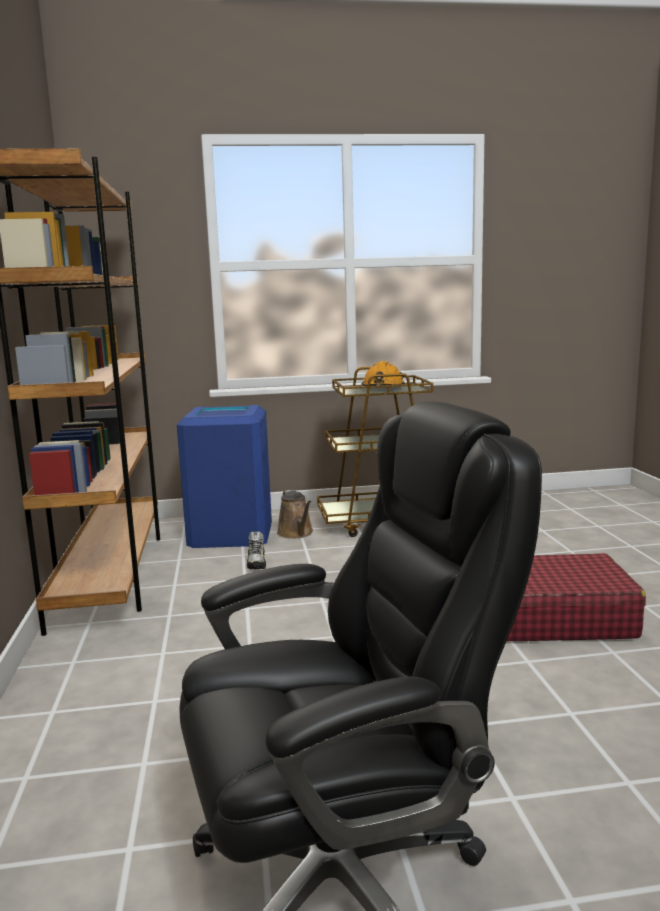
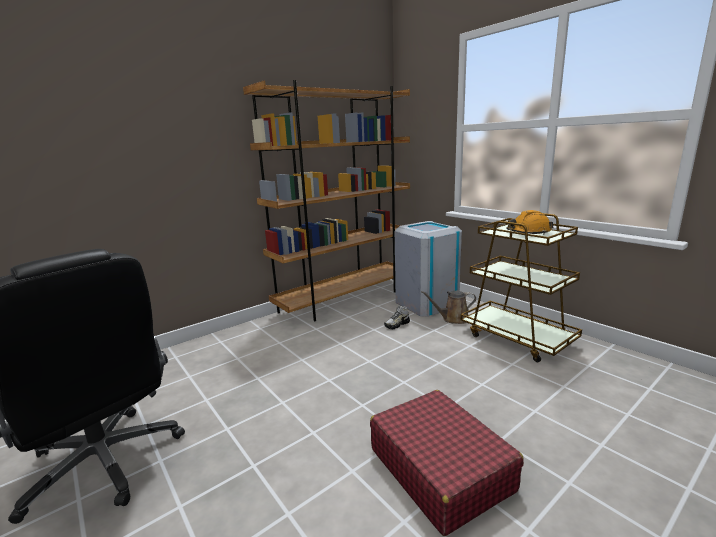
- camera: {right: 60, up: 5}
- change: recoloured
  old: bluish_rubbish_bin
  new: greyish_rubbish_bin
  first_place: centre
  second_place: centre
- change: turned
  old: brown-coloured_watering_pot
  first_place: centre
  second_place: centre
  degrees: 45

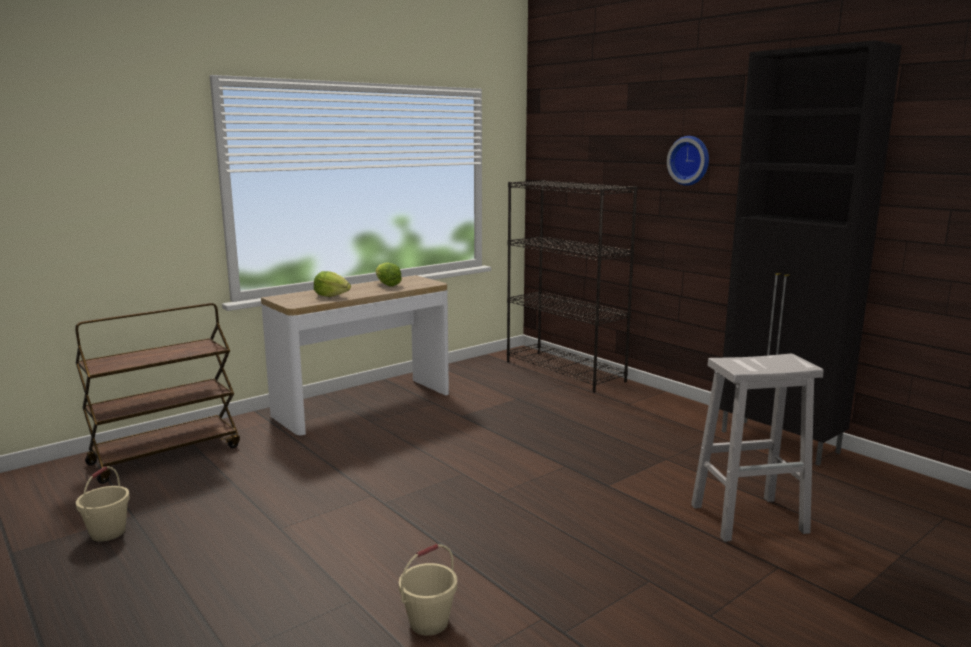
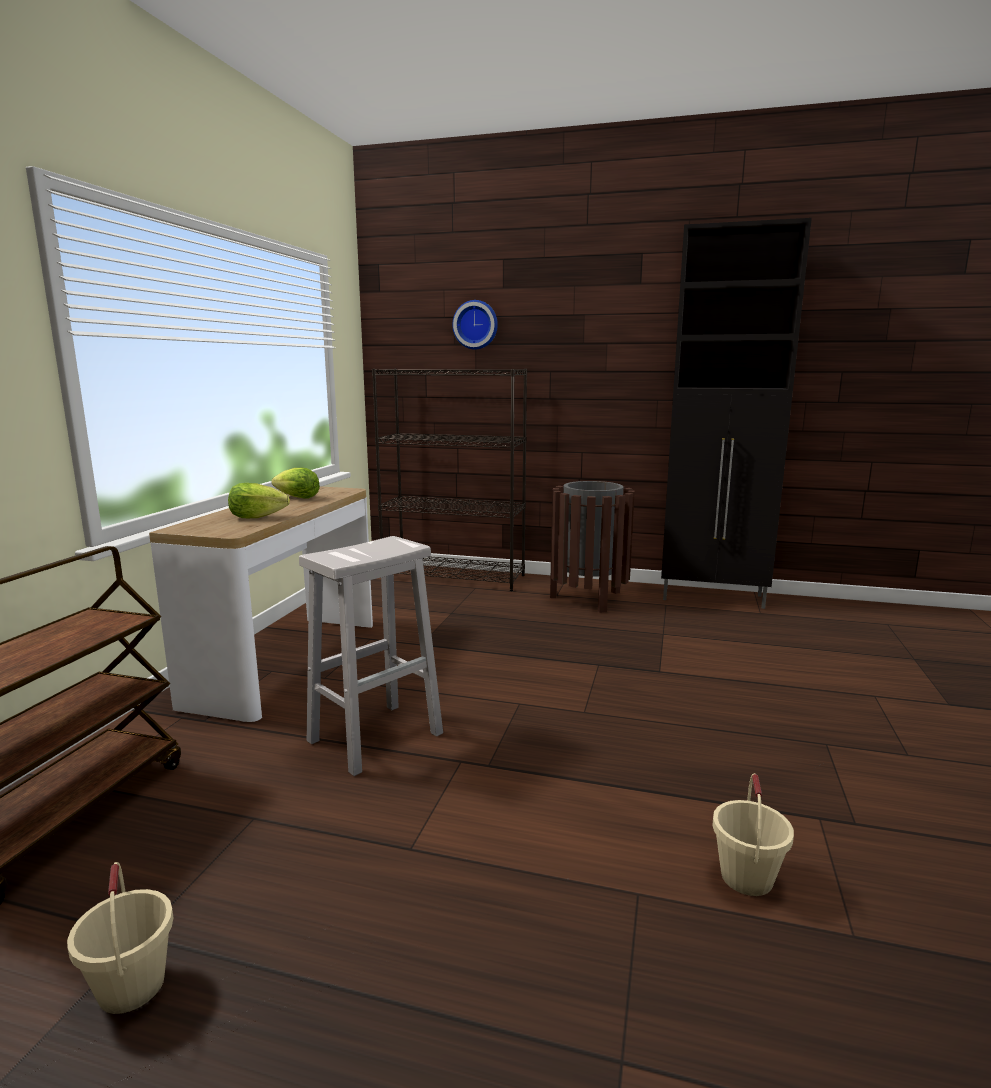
- camera: {right: -35, up: 0}
- change: added
  new: brown-coloured_rubbish_bin
  second_place: centre
- change: moved
  old: hanging_clock
  first_place: top right
  second_place: top centre
- change: moved
  old: white-coloured_stool
  first_place: bottom right
  second_place: centre

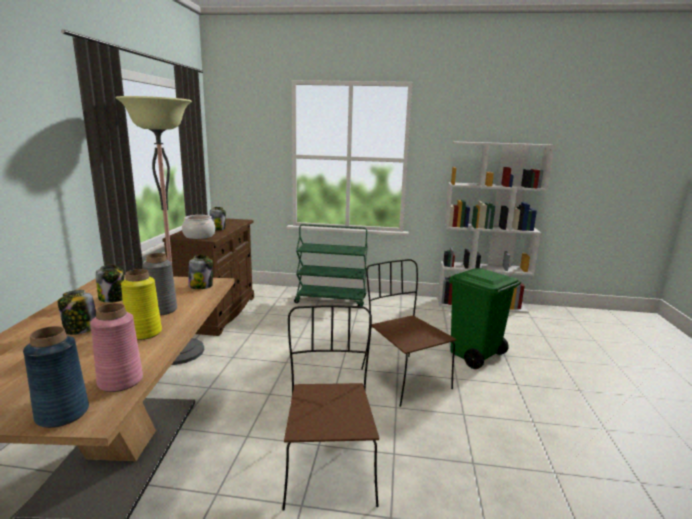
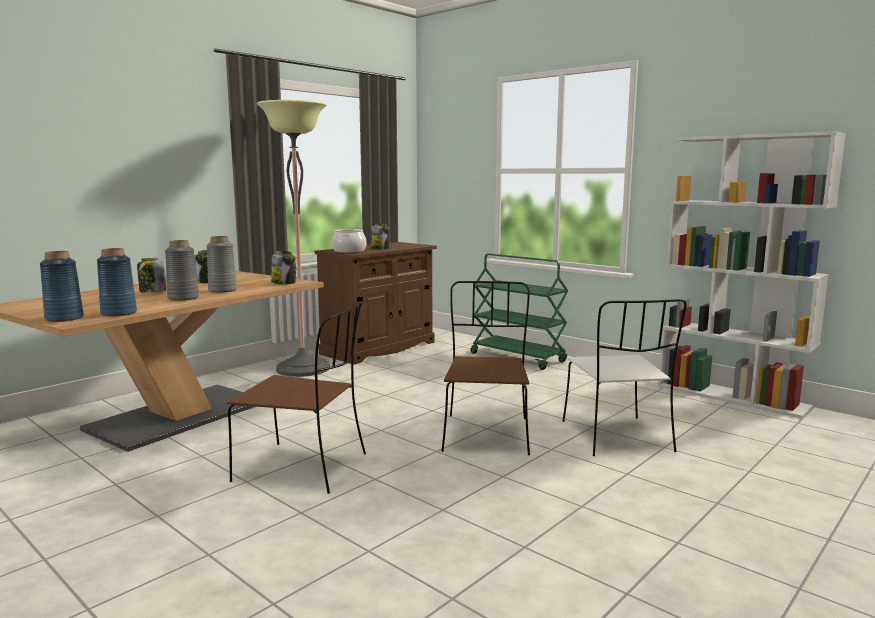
- camera: {right: 35, up: -5}
- change: replaced
  old: green-coloured_rubbish_bin
  new: white-coloured_plain_chair
  first_place: middle right
  second_place: middle right
- change: recoloured
  old: pink-coloured_flower_vase
  new: bluish_flower_vase (2nd from left)
  first_place: bottom left
  second_place: middle left
- change: recoloured
  old: yellow-coloured_flower_vase
  new: greyish_flower_vase (1st from left)
  first_place: middle left
  second_place: middle left
- change: turned
  old: brown-coloured_plain_chair (1st from left)
  first_place: bottom centre
  second_place: centre
  degrees: 75

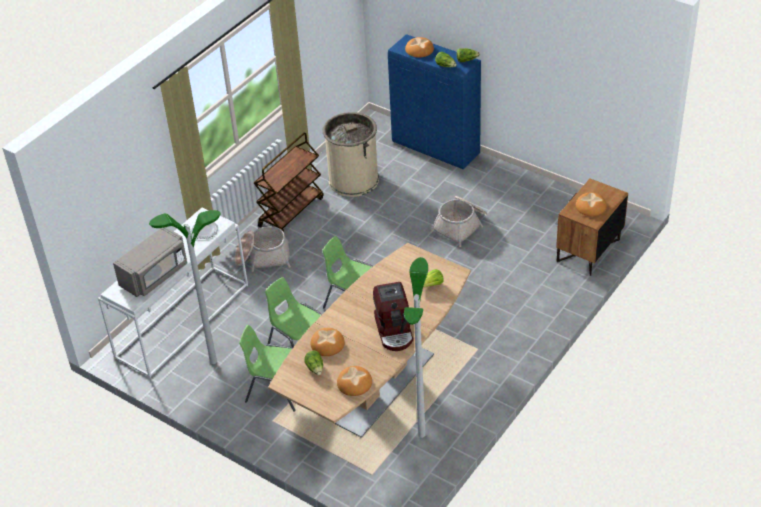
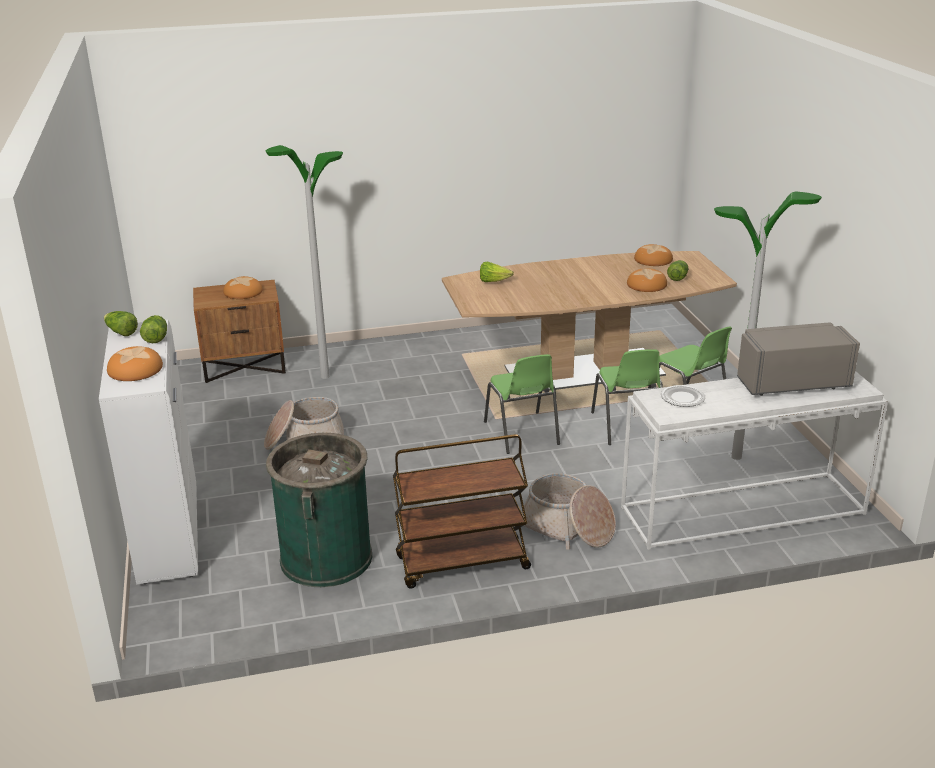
- camera: {right: -140, up: -15}
- change: removed
  old: coffee_brewer
  first_place: centre
- change: moved
  old: standing_lamp (2nd from left in the first image)
  new: standing_lamp (1st from left)
  first_place: bottom centre
  second_place: middle left
- change: recoloured
  old: sand-coloured_rubbish_bin
  new: green-coloured_rubbish_bin
  first_place: top centre
  second_place: centre
- change: recoloured
  old: bluish_storage_cabinet
  new: white-coloured_storage_cabinet
  first_place: top centre
  second_place: middle left

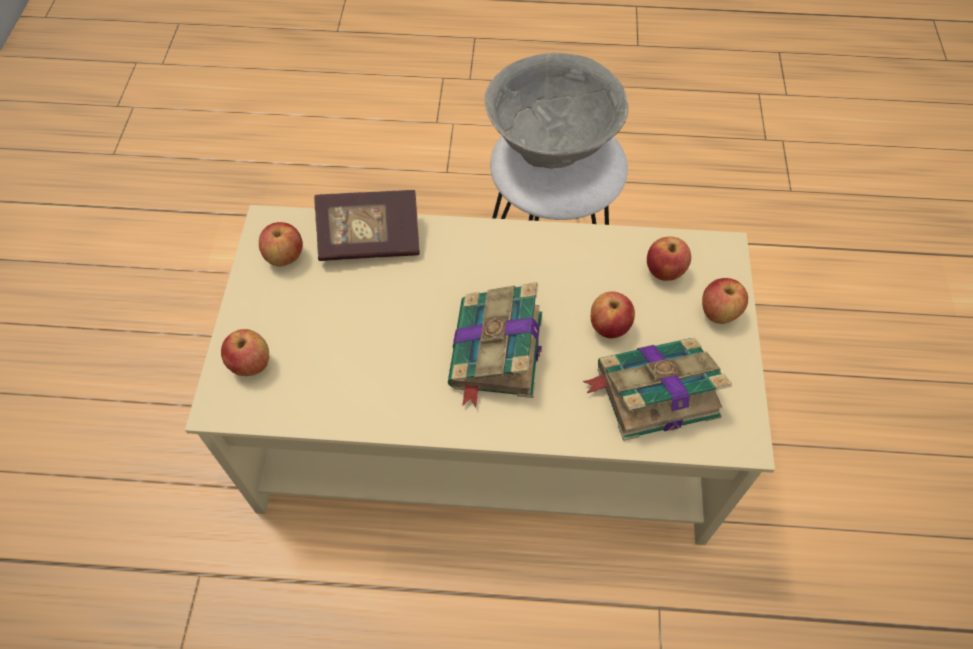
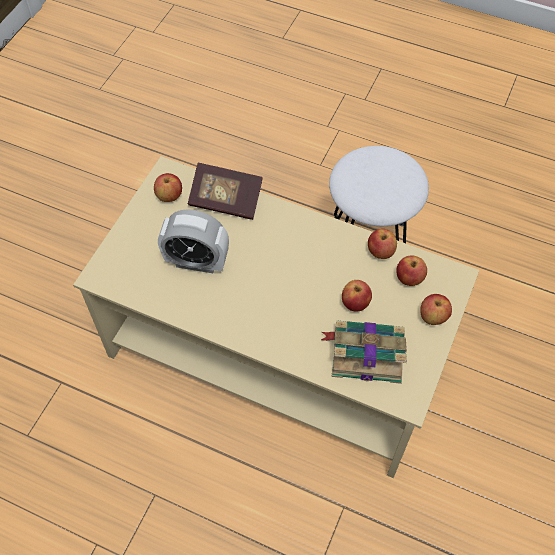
- camera: {right: 20, up: 0}
- change: removed
  old: bound_book (2nd from left)
  first_place: centre
- change: removed
  old: greyish_bowl
  first_place: top centre
- change: added
  new: table_clock
  second_place: centre
- change: moved
  old: apple_fruit (1st from left in the first image)
  new: apple_fruit (3rd from left)
  first_place: middle left
  second_place: middle right

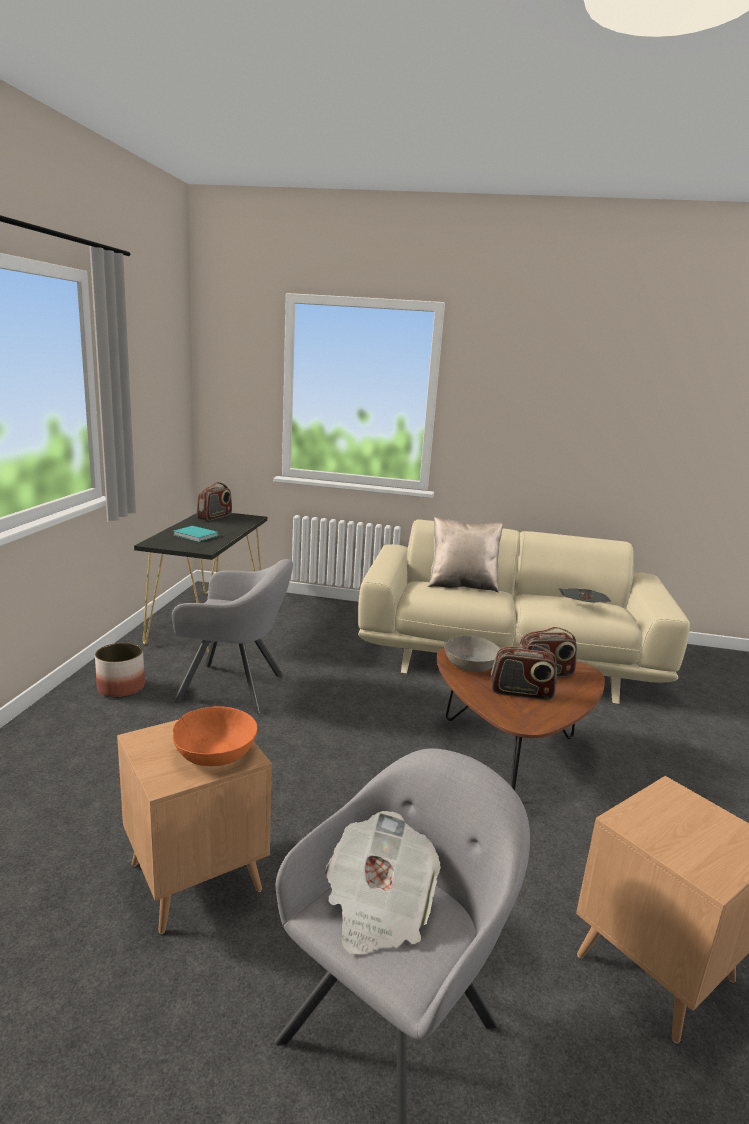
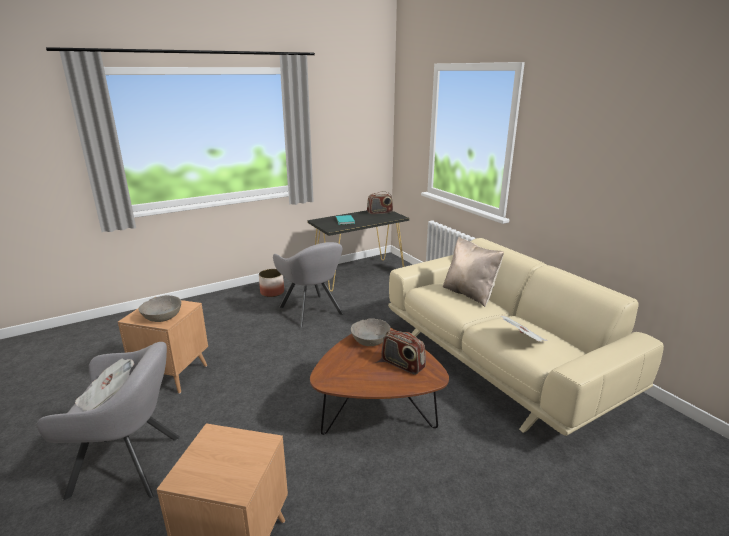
- camera: {right: 50, up: 5}
- change: removed
  old: radio_receiver (2nd from left)
  first_place: middle right
- change: recoloured
  old: orangey_bowl
  new: greyish_bowl (1st from left)
  first_place: middle left
  second_place: middle left

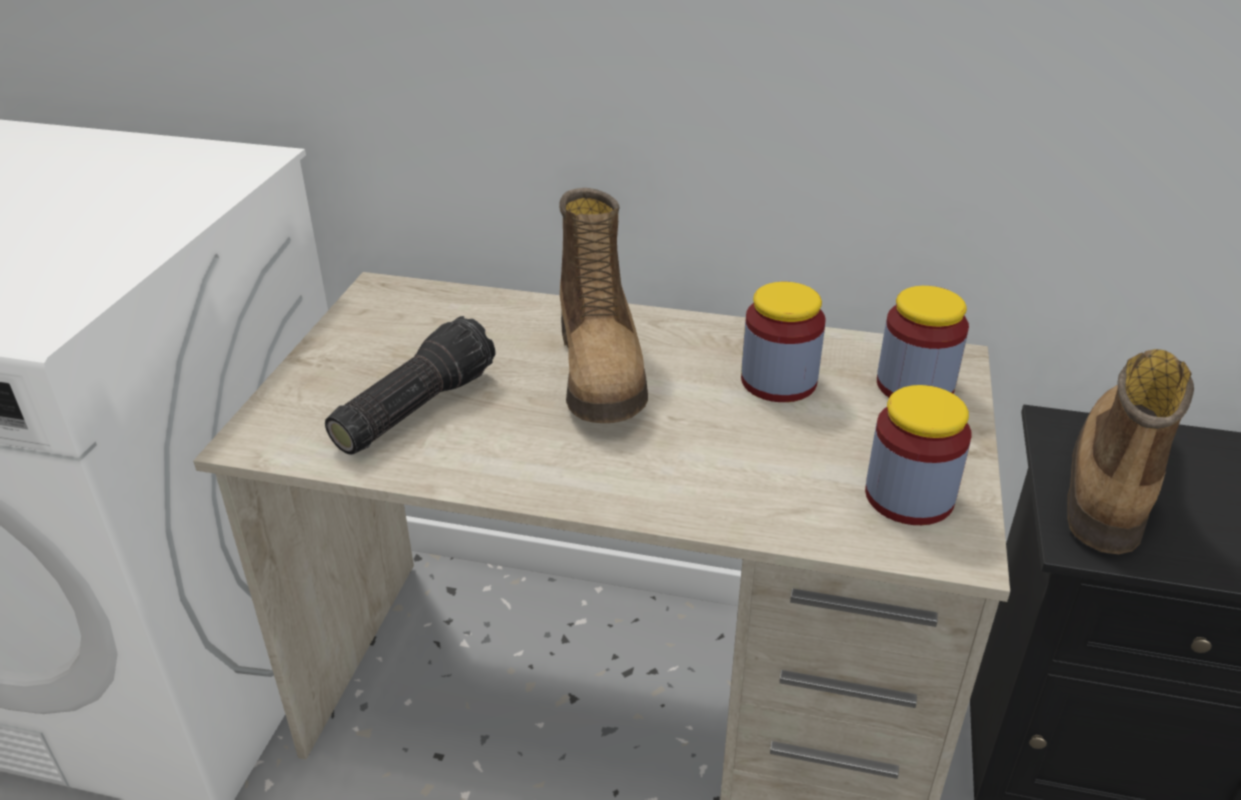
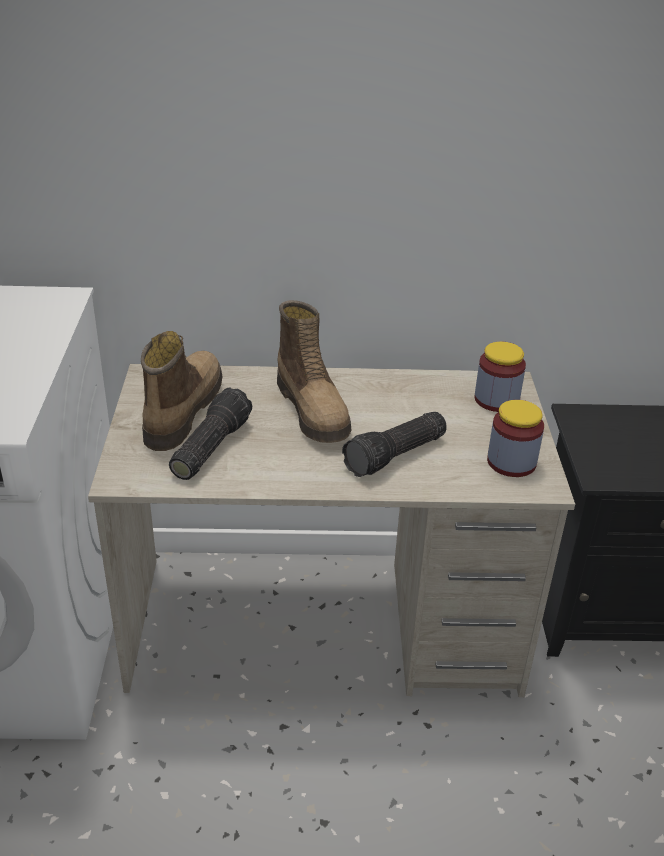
- camera: {right: -15, up: 0}
- change: removed
  old: jar (1st from left)
  first_place: centre
- change: added
  new: torch (2nd from left)
  second_place: centre
- change: moved
  old: boot (2nd from left in the first image)
  new: boot (1st from left)
  first_place: middle right
  second_place: middle left

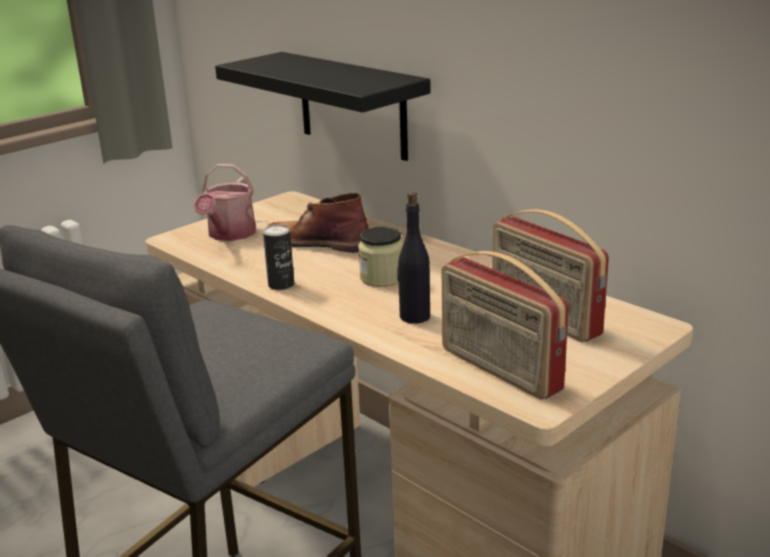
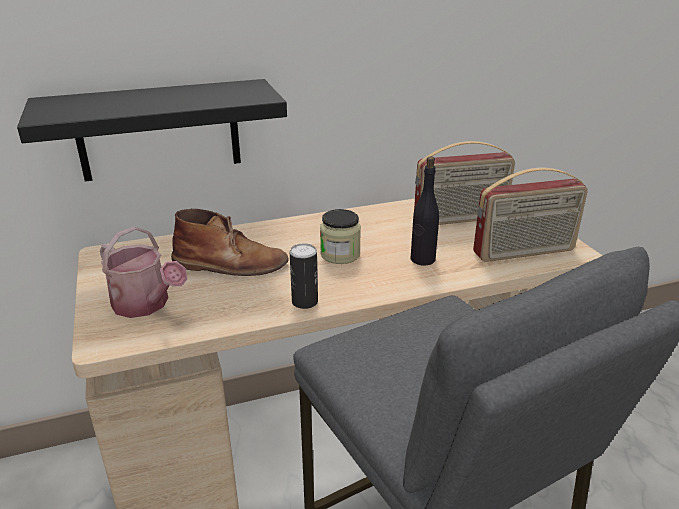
- camera: {right: -65, up: 5}
- change: turned
  old: brown-coloured_boot
  first_place: centre
  second_place: centre
  degrees: -135

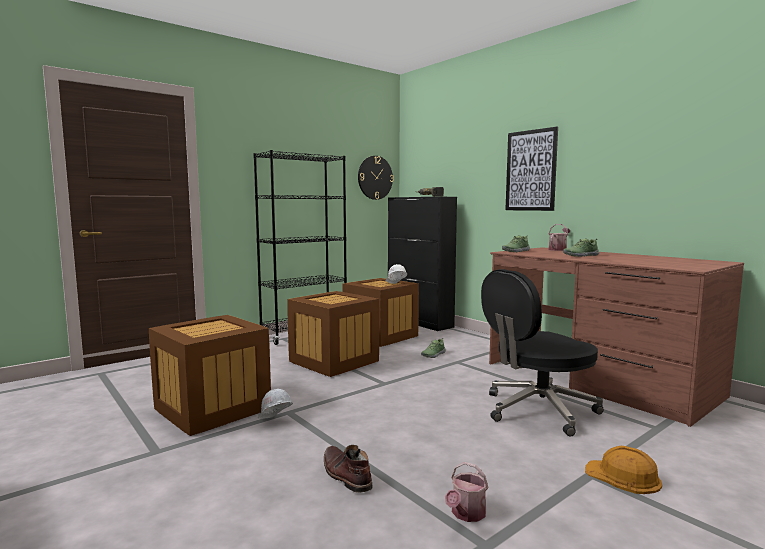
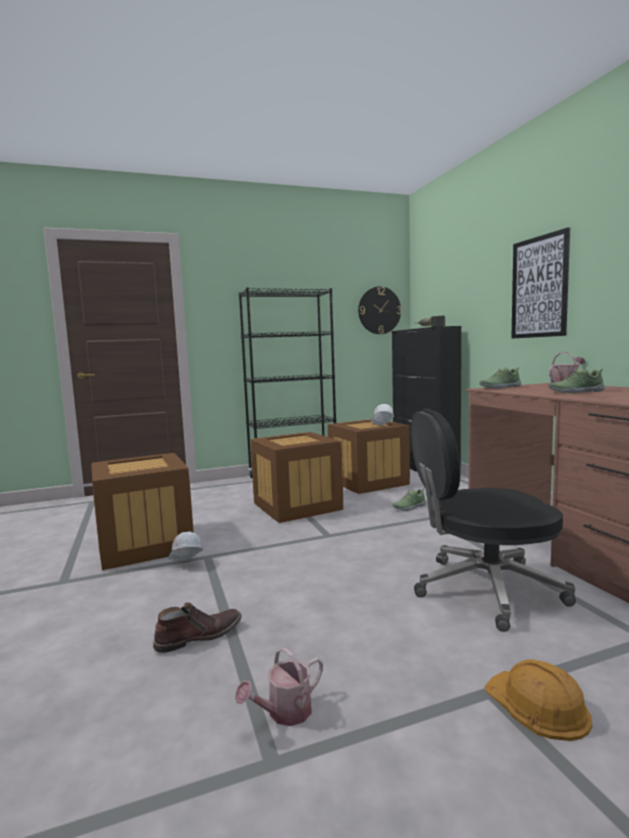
- camera: {right: 20, up: 0}
- change: turned
  old: brown-coloured_boot
  first_place: bottom centre
  second_place: bottom left
  degrees: 75

